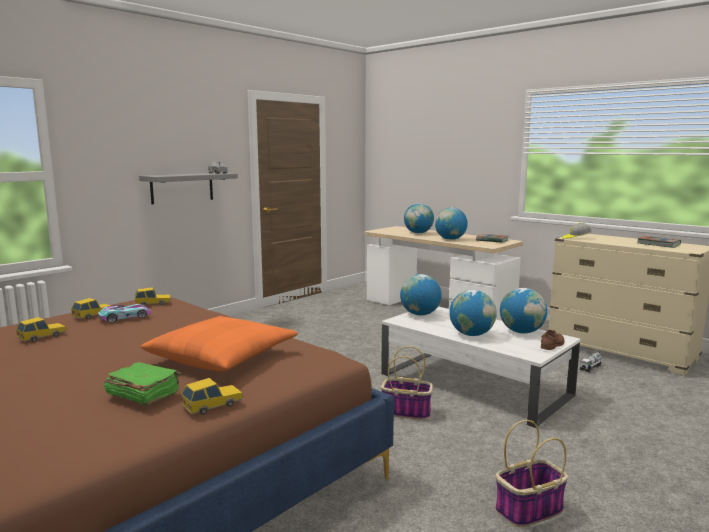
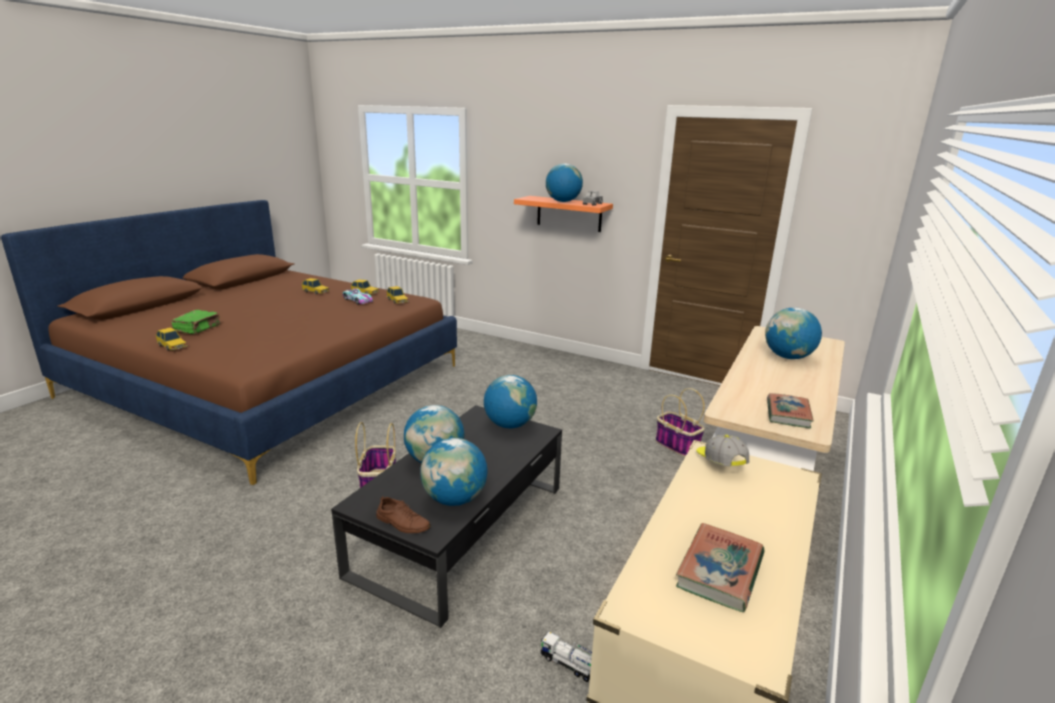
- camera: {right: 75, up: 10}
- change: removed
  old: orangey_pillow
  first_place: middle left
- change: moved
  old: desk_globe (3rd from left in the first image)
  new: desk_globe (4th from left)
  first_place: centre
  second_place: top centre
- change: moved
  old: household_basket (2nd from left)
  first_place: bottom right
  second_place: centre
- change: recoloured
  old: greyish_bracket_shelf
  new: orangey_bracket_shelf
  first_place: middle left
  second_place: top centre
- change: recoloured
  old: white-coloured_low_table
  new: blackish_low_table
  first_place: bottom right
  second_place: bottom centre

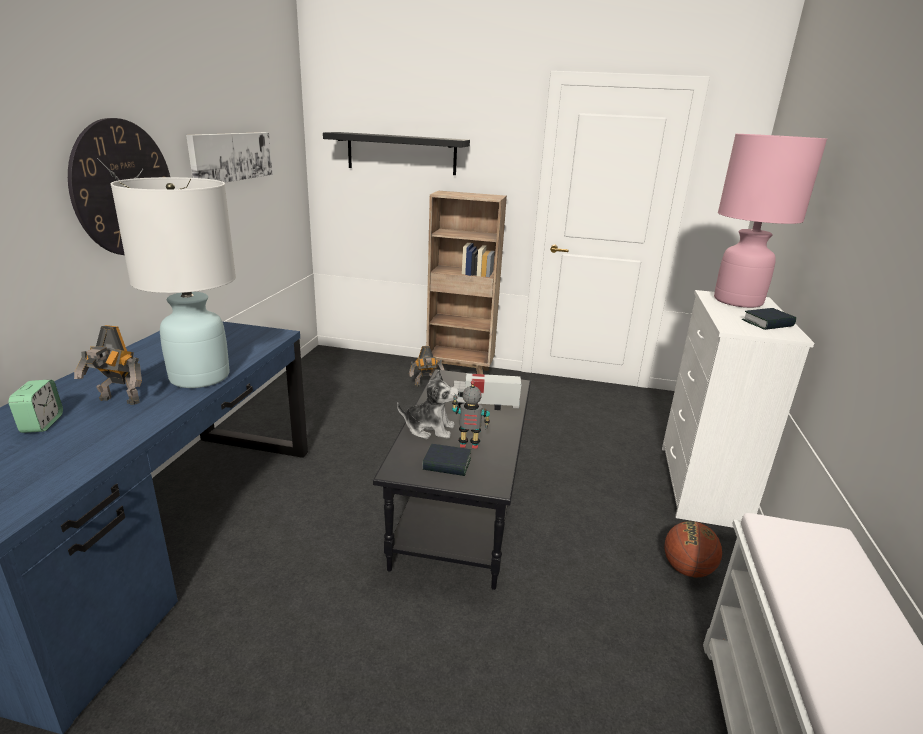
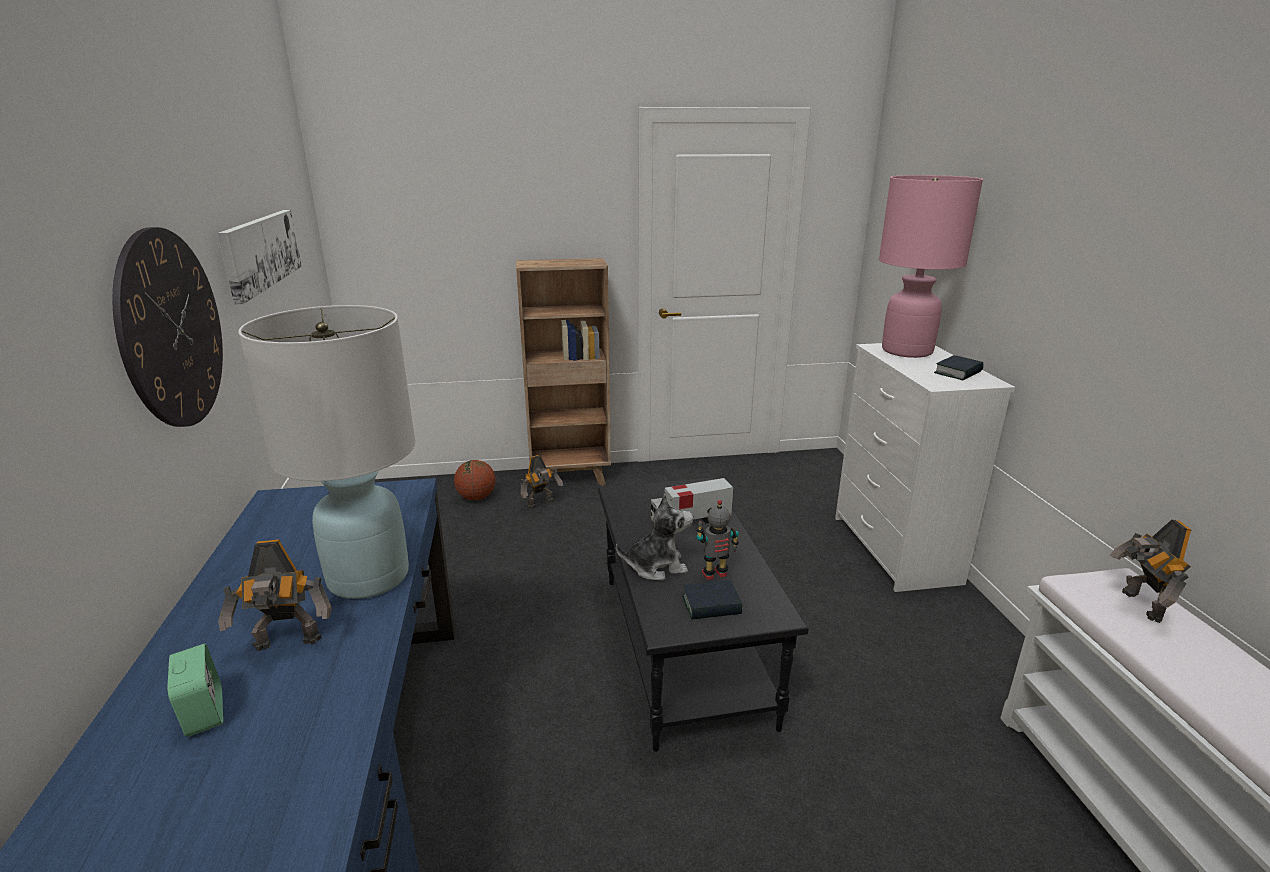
- camera: {right: -20, up: 0}
- change: removed
  old: blackish_bracket_shelf
  first_place: top centre
- change: added
  new: robot_figure (4th from left)
  second_place: middle right
- change: moved
  old: ball_for_basketball
  first_place: bottom right
  second_place: centre

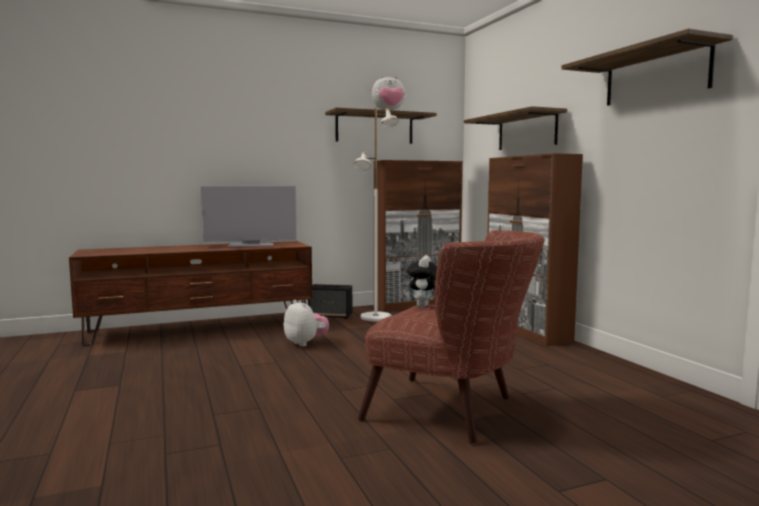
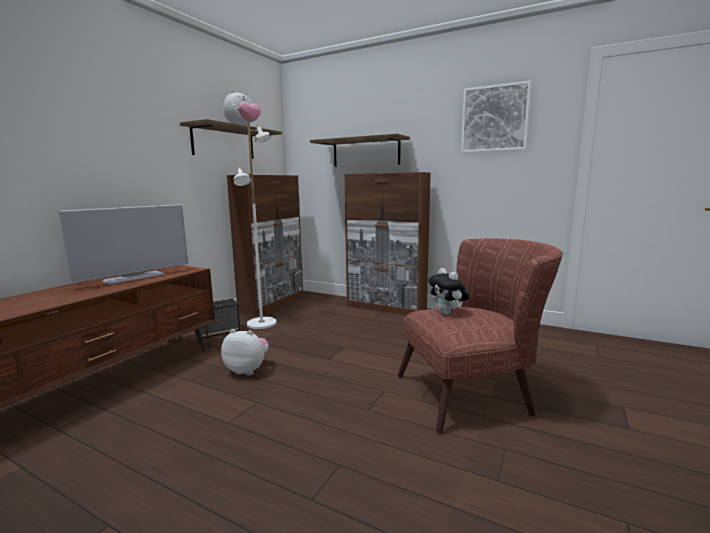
- camera: {right: -40, up: 5}
- change: replaced
  old: bracket_shelf (3rd from left)
  new: wall_picture
  first_place: top right
  second_place: top right

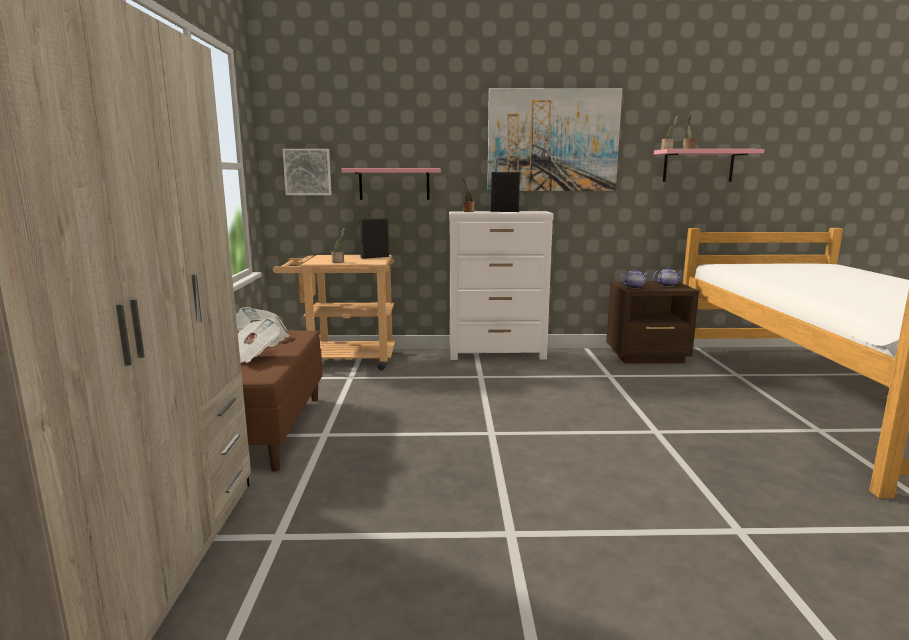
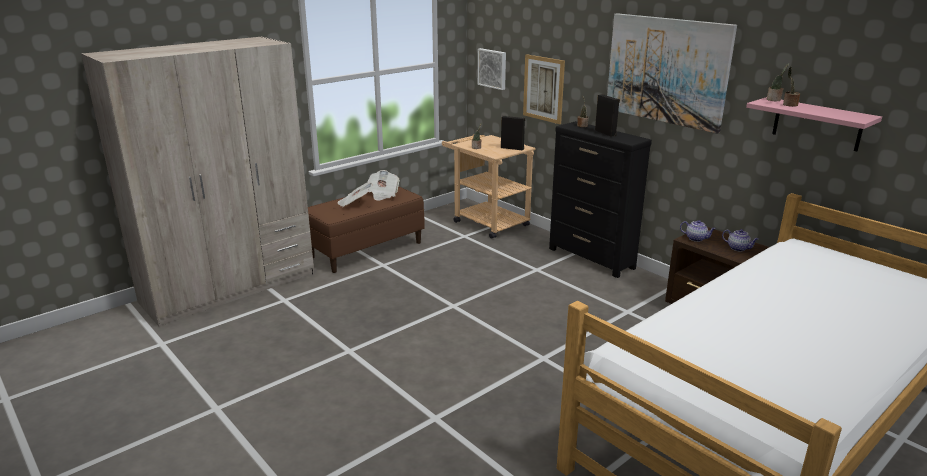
- camera: {right: 50, up: 10}
- change: replaced
  old: pink-coloured_bracket_shelf (1st from left)
  new: wall_picture (2nd from left)
  first_place: top centre
  second_place: top centre
- change: recoloured
  old: white-coloured_drawer_chest
  new: blackish_drawer_chest
  first_place: centre
  second_place: centre

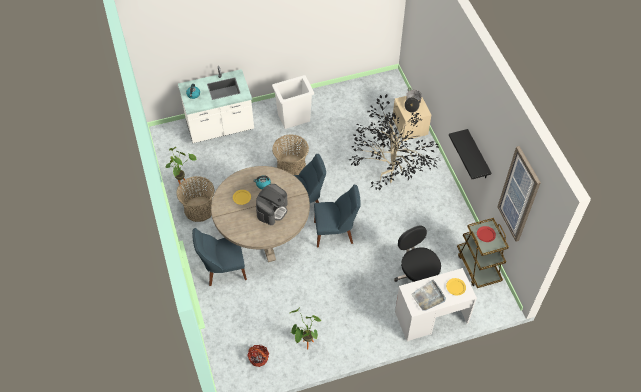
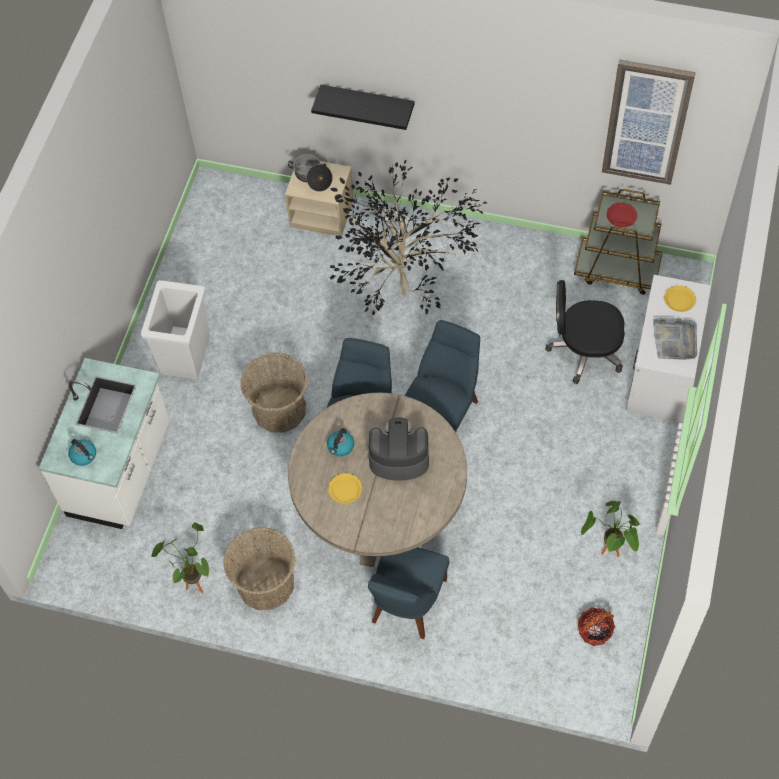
- camera: {right: -55, up: 5}
- change: moved
  old: blackish_bracket_shelf
  first_place: middle right
  second_place: top centre
- change: turned
  old: coffee_brewer
  first_place: centre
  second_place: centre
  degrees: -60

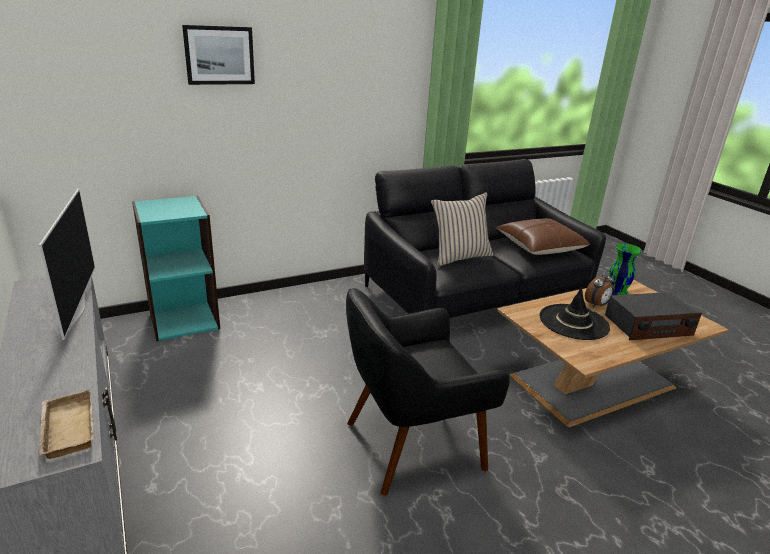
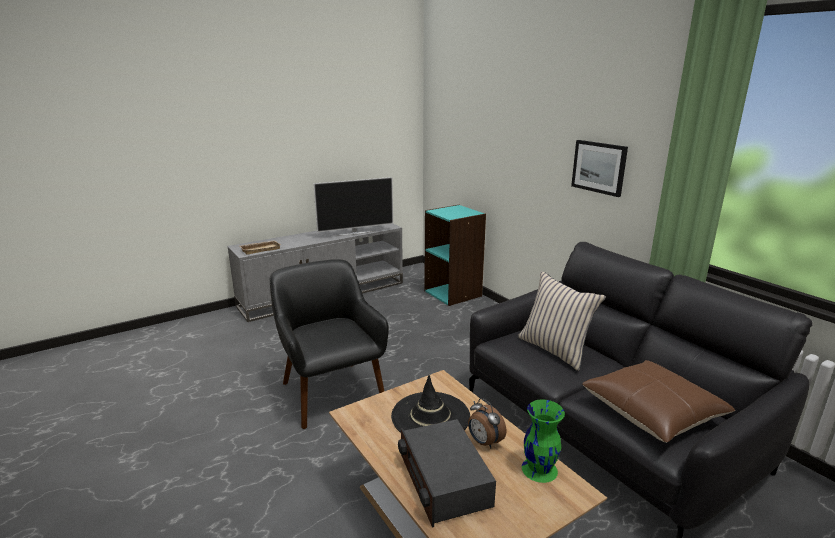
- camera: {right: 85, up: -5}
- change: moved
  old: wall_picture
  first_place: top left
  second_place: top right

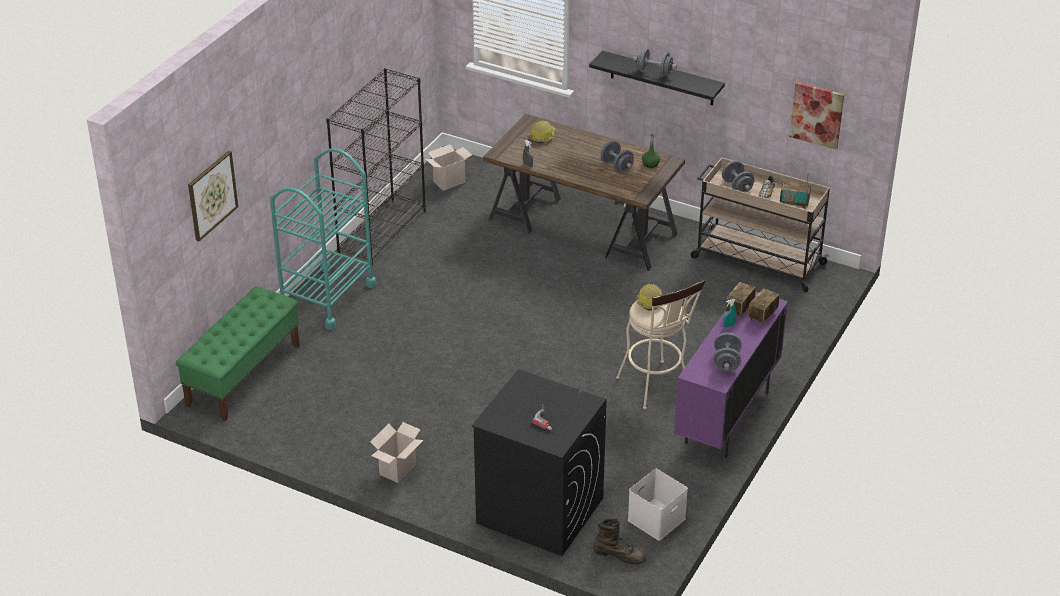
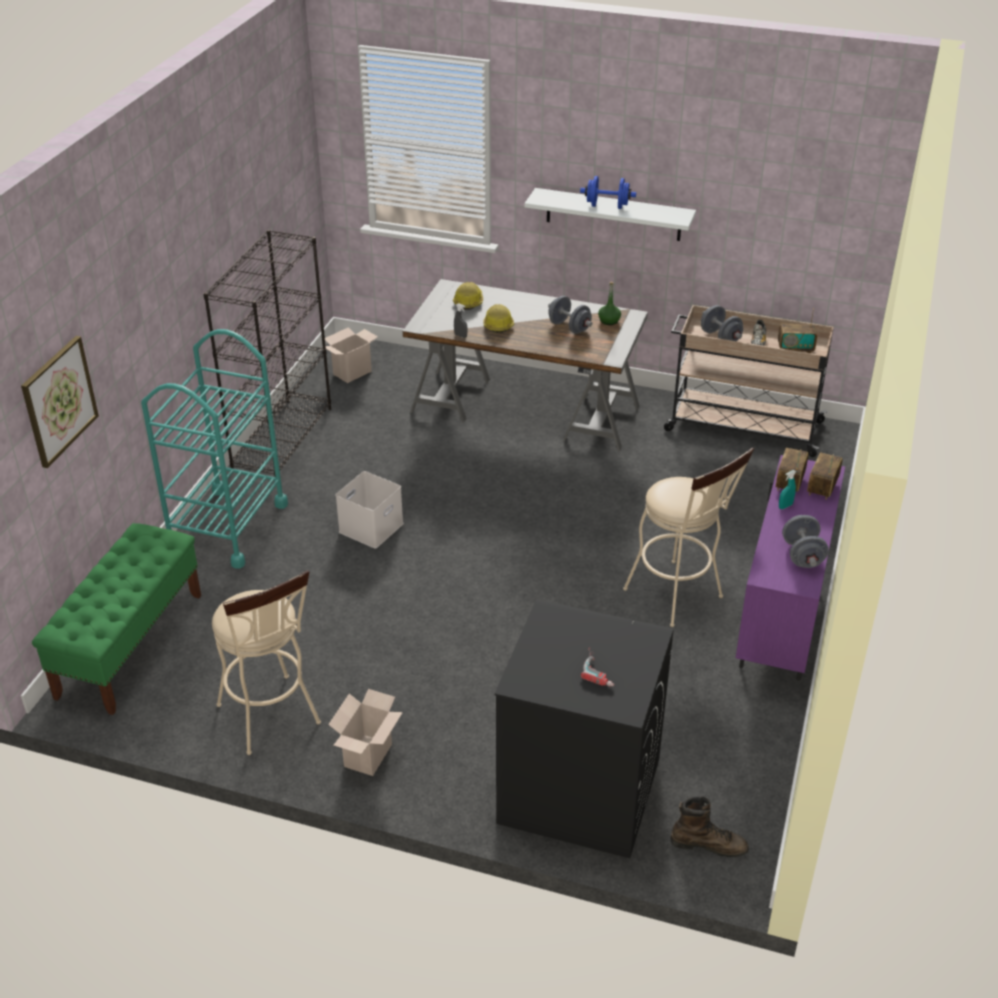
- camera: {right: -10, up: 0}
- change: removed
  old: wall_picture (2nd from left)
  first_place: top right
- change: added
  new: sand-coloured_stool (1st from left)
  second_place: middle left
- change: moved
  old: white-coloured_storage_bin
  first_place: bottom centre
  second_place: centre
- change: moved
  old: hard_hat (2nd from left)
  first_place: centre
  second_place: top centre
- change: recoloured
  old: brown-coloured_desk_table
  new: greyish_desk_table
  first_place: top centre
  second_place: centre
- change: recoloured
  old: blackish_bracket_shelf
  new: white-coloured_bracket_shelf
  first_place: top centre
  second_place: top centre
- change: recoloured
  old: greyish_hand_weight (2nd from left)
  new: bluish_hand_weight
  first_place: top centre
  second_place: top centre

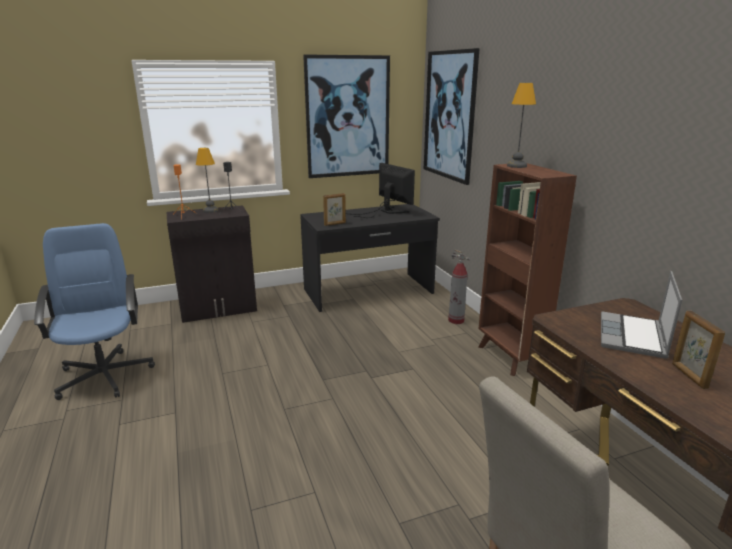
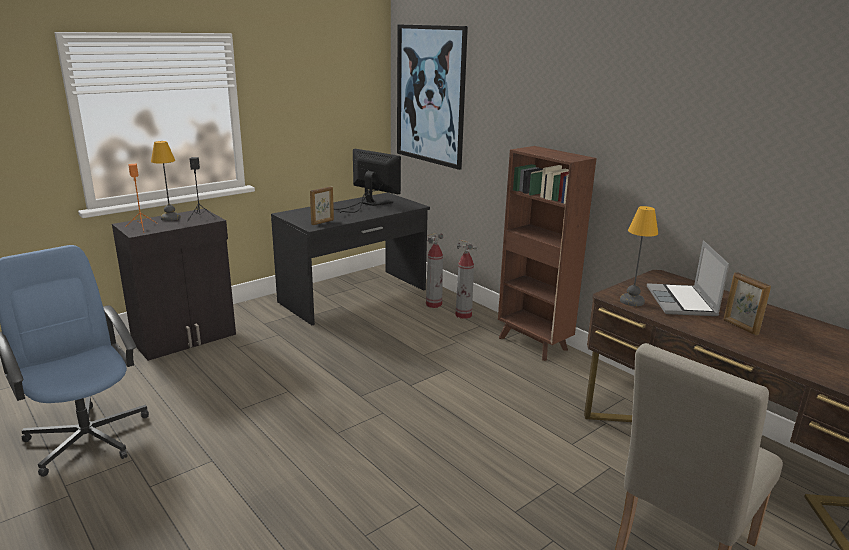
- camera: {right: -20, up: 0}
- change: removed
  old: wall_picture (1st from left)
  first_place: top centre
- change: added
  new: extinguisher (1st from left)
  second_place: centre
- change: moved
  old: lamp_for_a_table (2nd from left)
  first_place: top right
  second_place: middle right

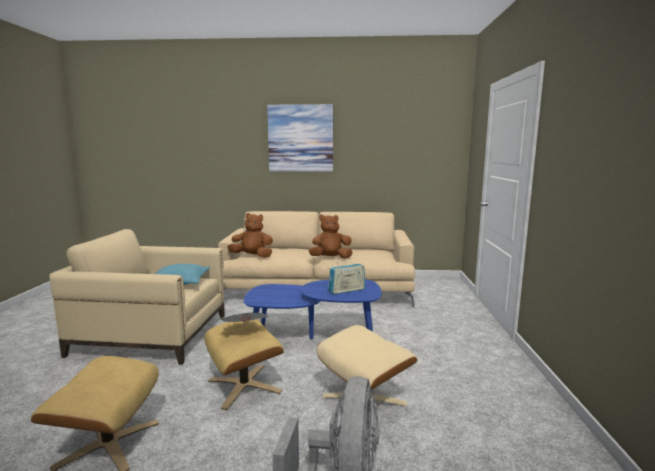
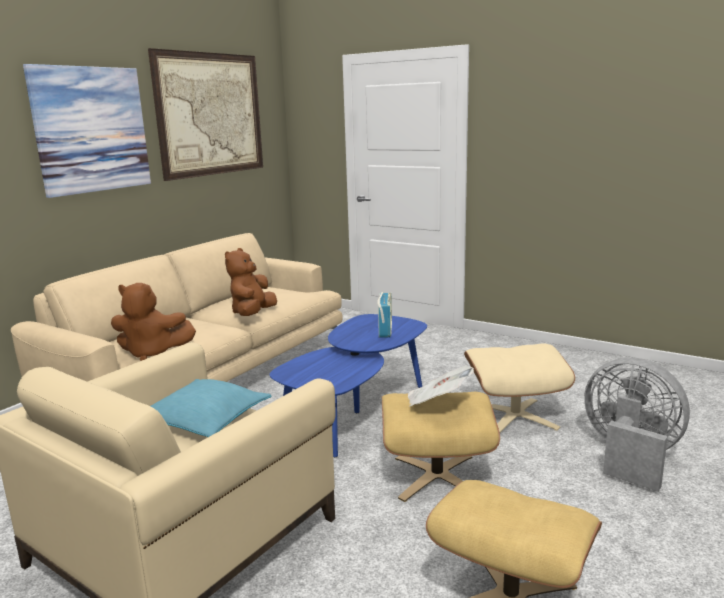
- camera: {right: -60, up: 5}
- change: added
  new: wall_picture (2nd from left)
  second_place: top left
- change: turned
  old: brown-coloured_plush_toy (1st from left)
  first_place: centre
  second_place: middle left
  degrees: -120

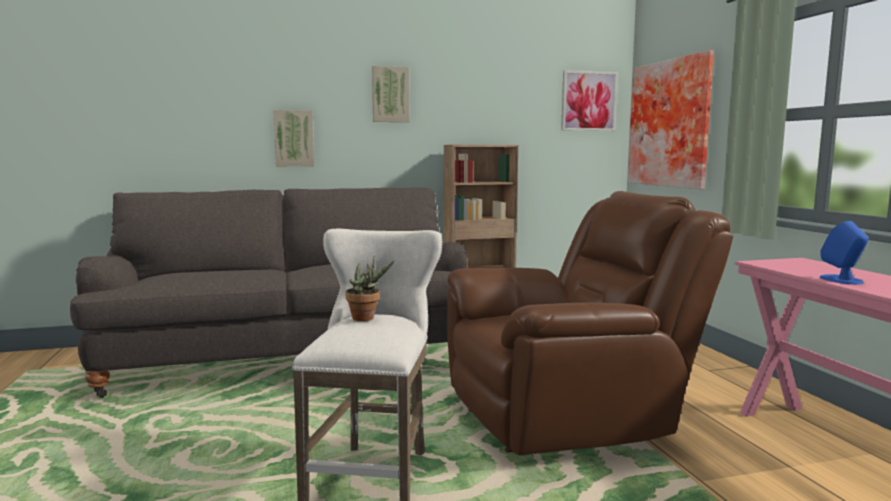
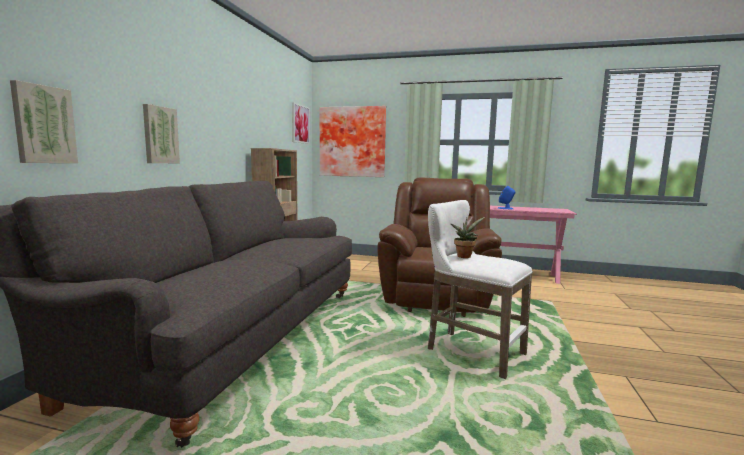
- camera: {right: -60, up: 0}
- change: moved
  old: wall_picture (2nd from left in the first image)
  new: wall_picture (1st from left)
  first_place: top centre
  second_place: top left

